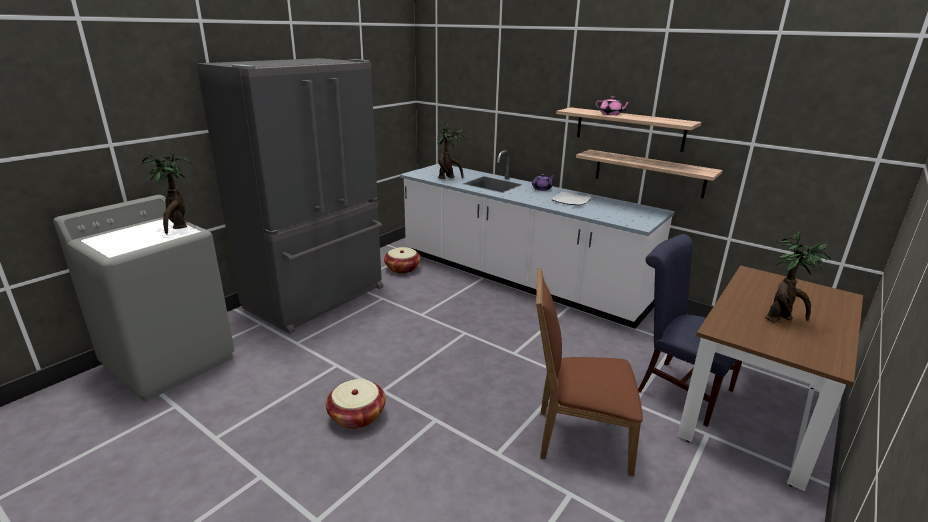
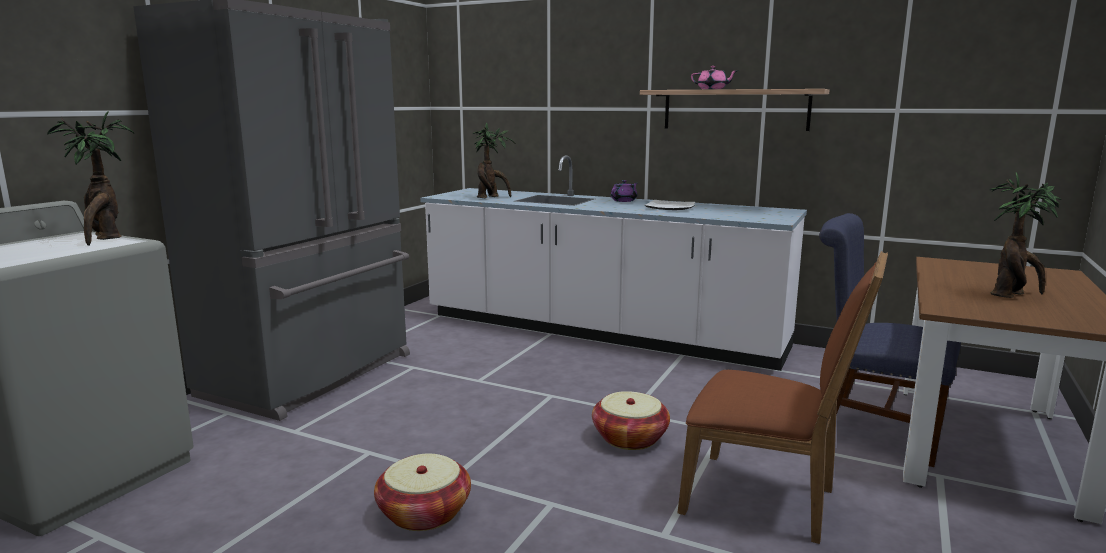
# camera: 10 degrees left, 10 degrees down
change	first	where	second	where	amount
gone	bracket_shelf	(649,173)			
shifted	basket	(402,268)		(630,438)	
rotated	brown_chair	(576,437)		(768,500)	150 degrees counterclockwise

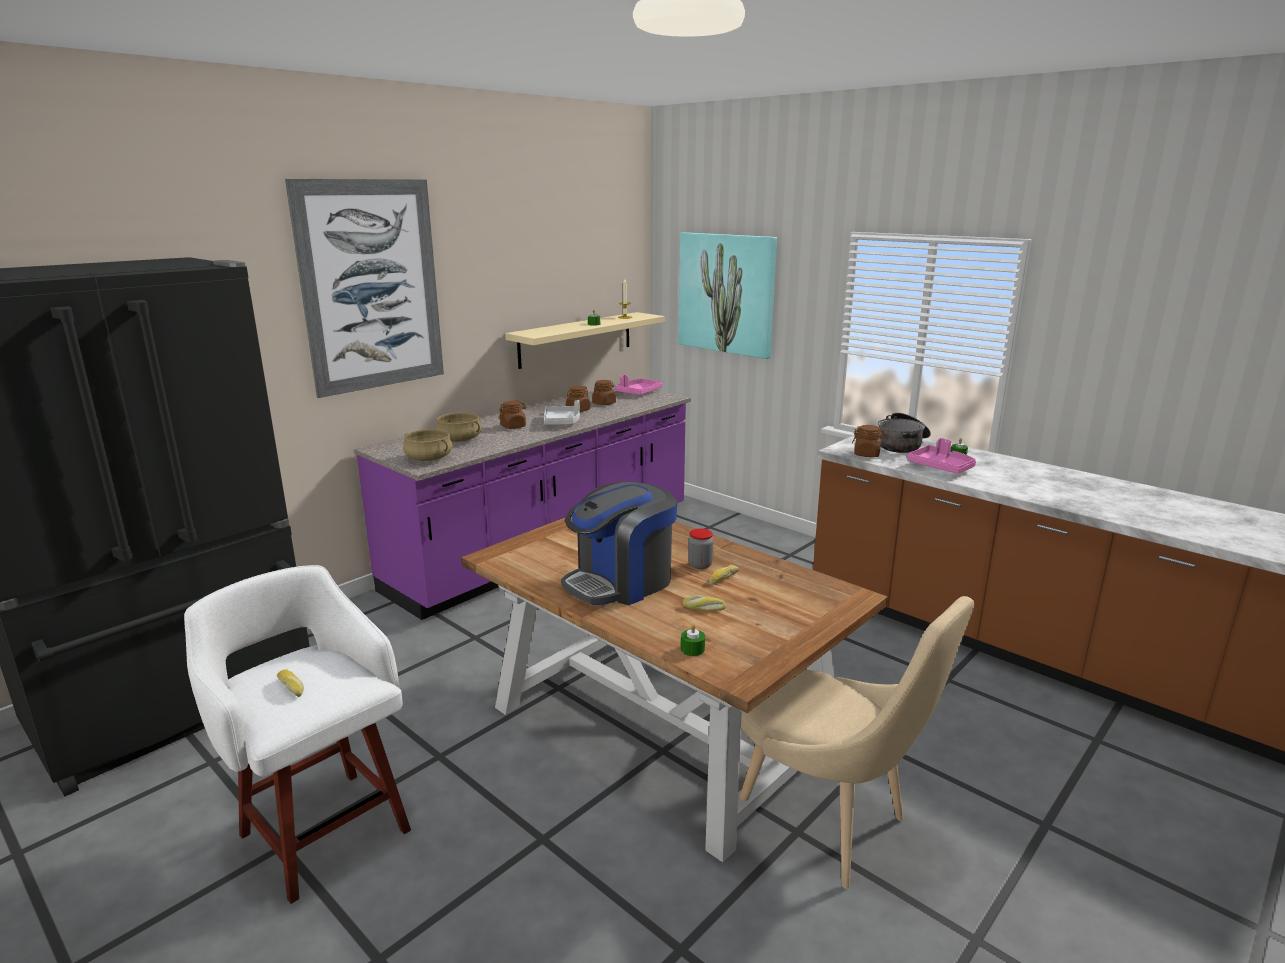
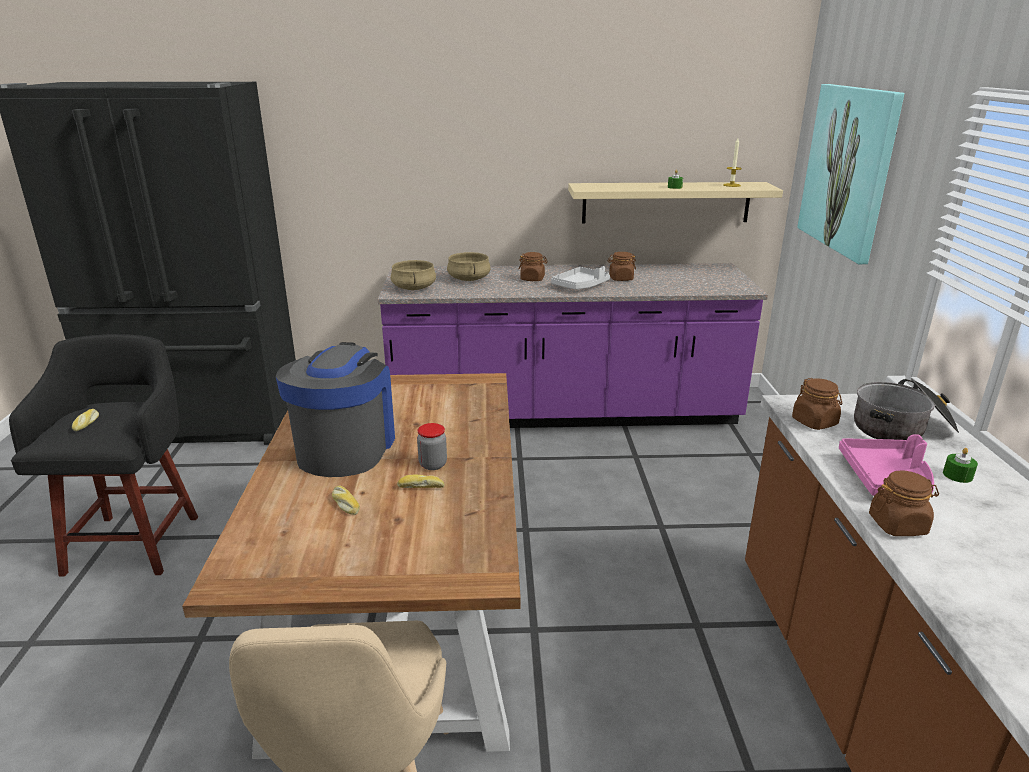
# camera: 45 degrees right, 5 degrees up
change	first	where	second	where	amount
gone	picture	(371,286)			
gone	pink_tray	(638,392)			
gone	greenish_wax_candle	(692,649)			
shifted	brown_preserve_jar	(604,403)		(898,525)	
repainted	whitish_sitting_stool	(322,829)	black-coloured_sitting_stool	(135,541)	
rotated	coffee_machine	(621,582)		(345,448)	90 degrees clockwise

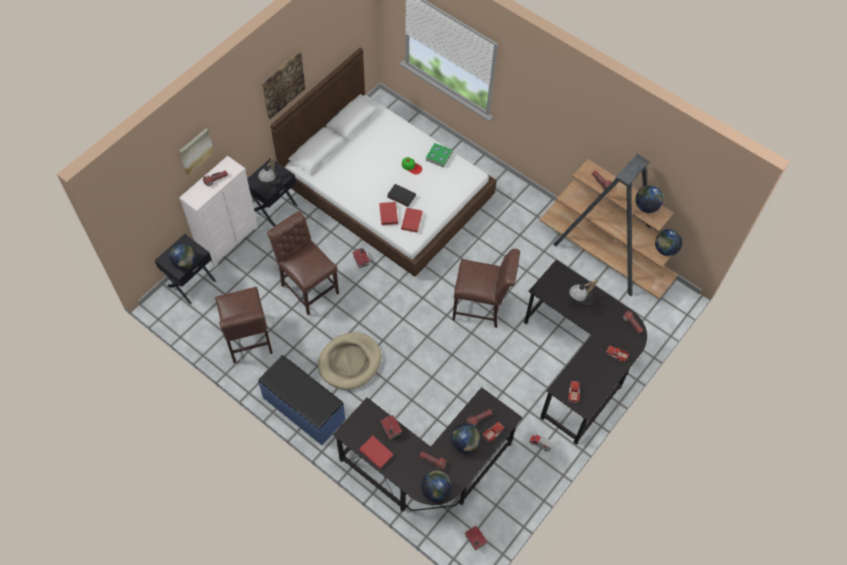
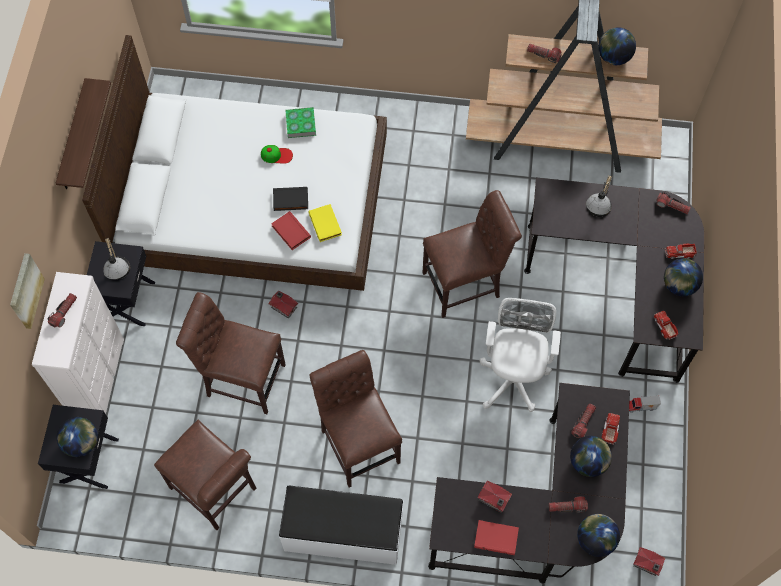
# camera: 30 degrees left, 5 degrees up
change	first	where	second	where	amount
new			whitish_computer_chair	(513,376)	
shifted	globe	(665,249)		(678,285)	
swapped	picture	(283,85)	bracket_shelf	(73,138)	
swapped	sand-coloured_dog_cushion	(350,362)	brown_chair	(358,442)	
repainted	blue_long_seat	(303,409)	whitish_long_seat	(343,534)	
repainted	red_bound_book	(412,221)	yellow_bound_book	(326,224)	

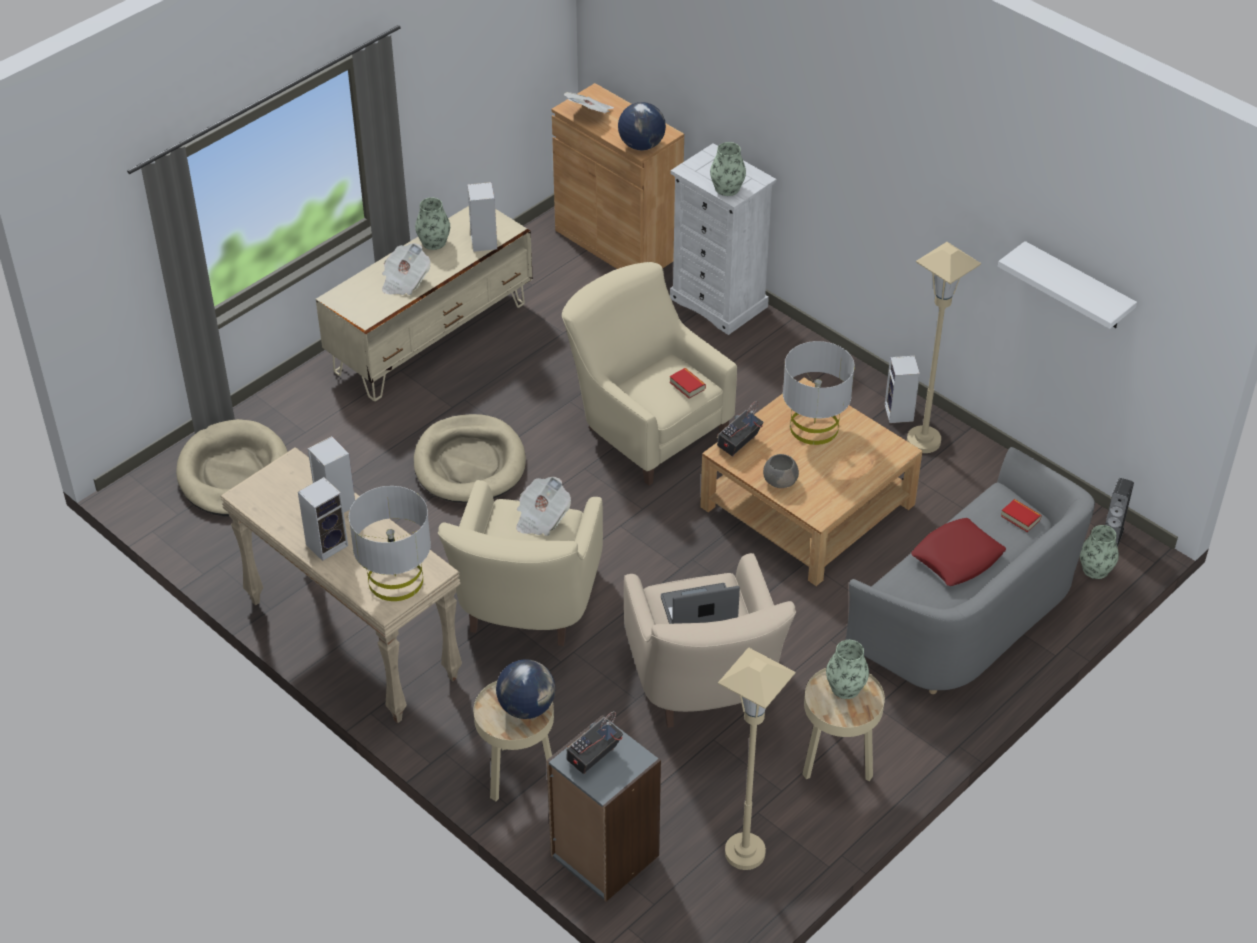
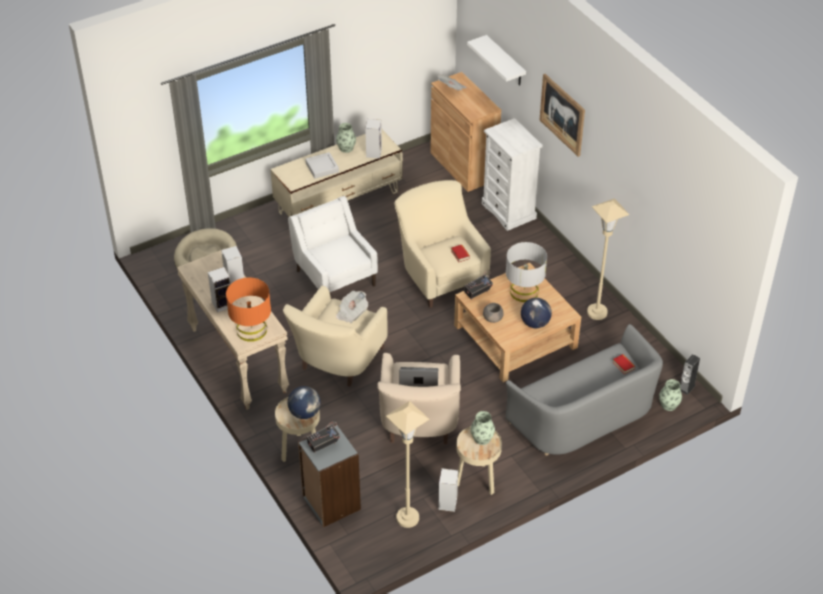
# camera: 15 degrees right, 0 degrees up
change	first	where	second	where	amount
gone	decorative_vase	(727,188)			
gone	red_cushion	(957,558)			
new			picture	(562,114)	
shifted	globe	(641,145)		(535,323)	
shifted	speaker	(899,414)		(448,504)	
shifted	whitish_bracket_shelf	(1077,287)		(505,62)	
swapped	printed_paper	(404,281)	greyish_tray	(322,167)	
swapped	sand-coloured_dog_cushion	(469,463)	whitish_easy_chair	(335,277)	
repainted	greyish_table_lamp	(395,580)	orangey_table_lamp	(251,330)	

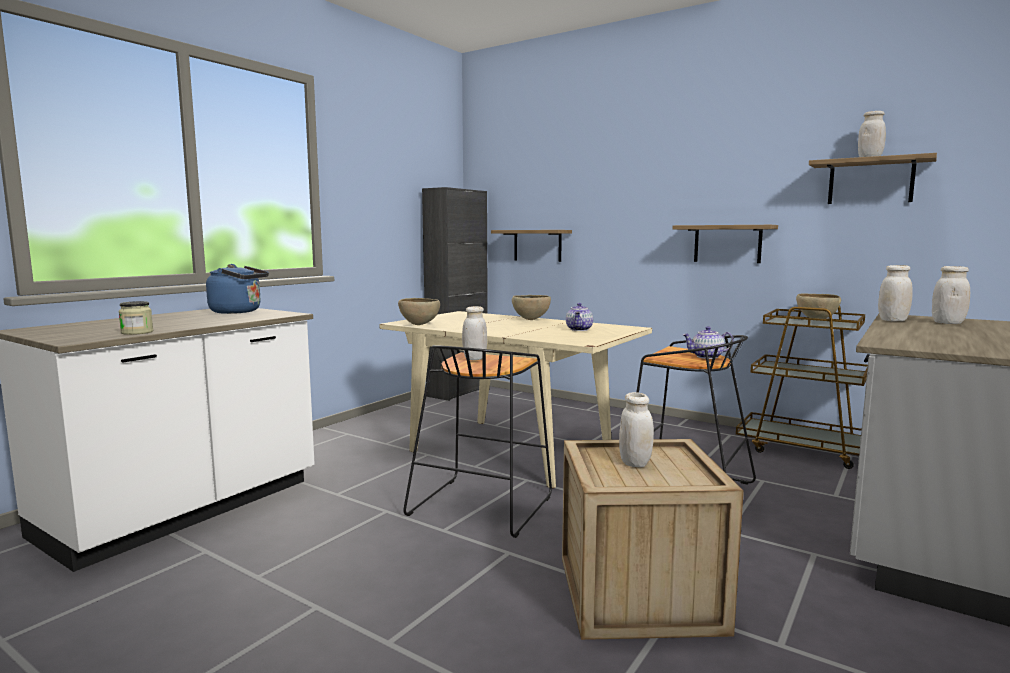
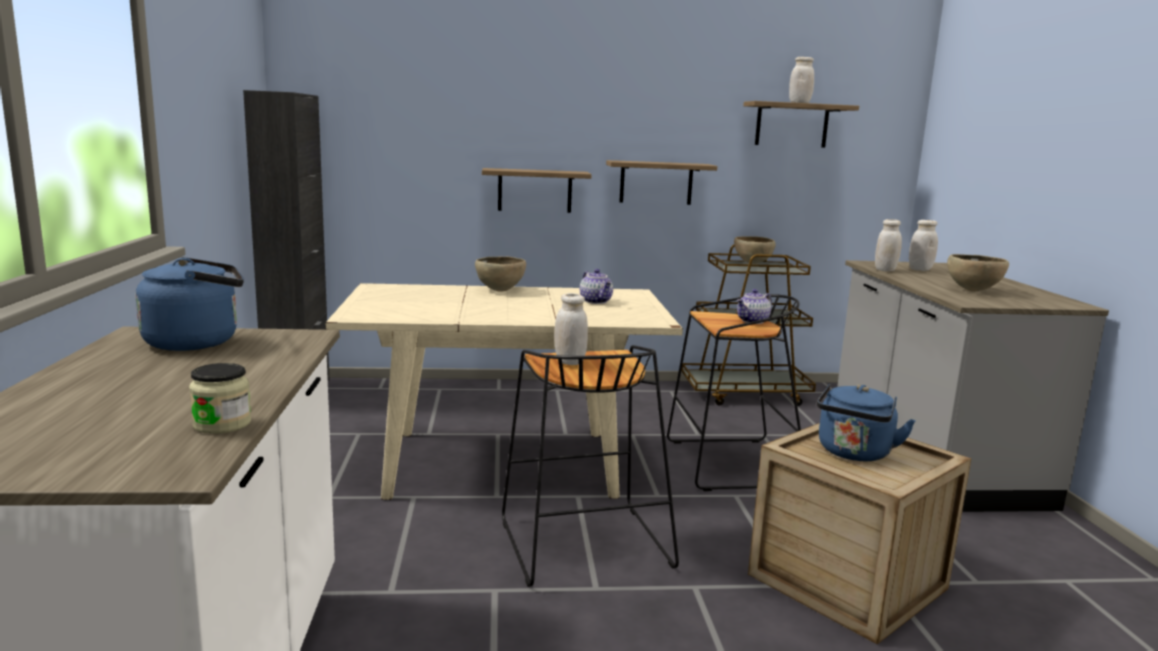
# camera: 40 degrees left, 5 degrees up
change	first	where	second	where	amount
shifted	brown_deep_dish	(419,325)		(973,291)	
shifted	bracket_shelf	(537,245)		(535,190)	
swapped	whitish_preserve_jar	(635,463)	blue_water_kettle	(853,454)	

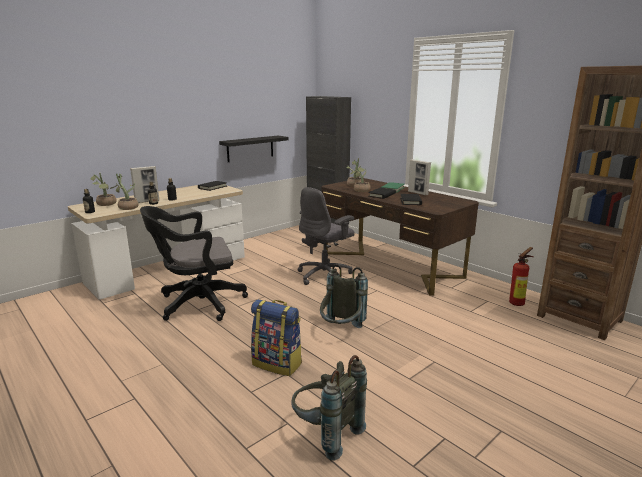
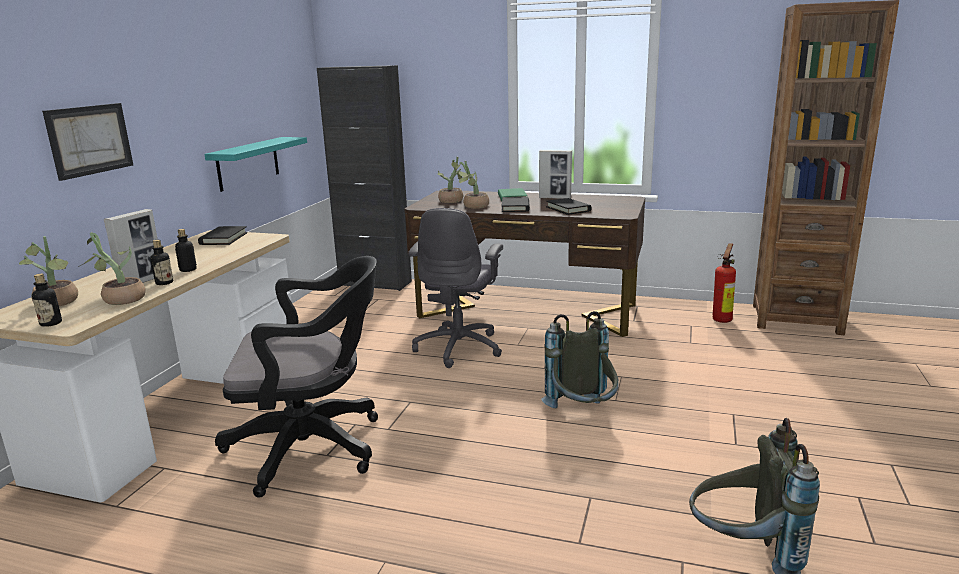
# camera: 30 degrees left, 0 degrees up
change	first	where	second	where	amount
gone	rucksack	(278,363)			
new			picture	(90,140)	
repainted	black-coloured_bracket_shelf	(250,148)	blue-green_bracket_shelf	(248,163)	
rotated	black-coloured_computer_chair	(197,304)		(314,447)	135 degrees counterclockwise

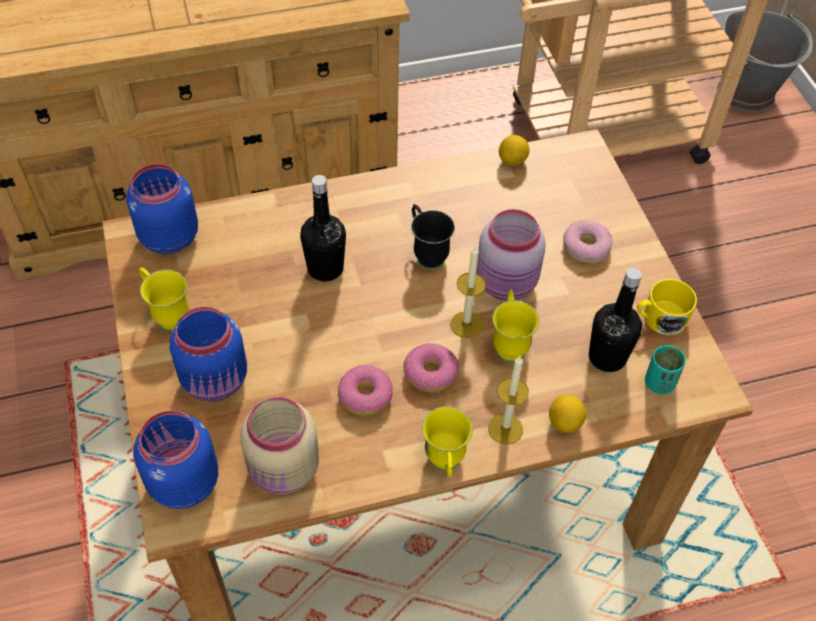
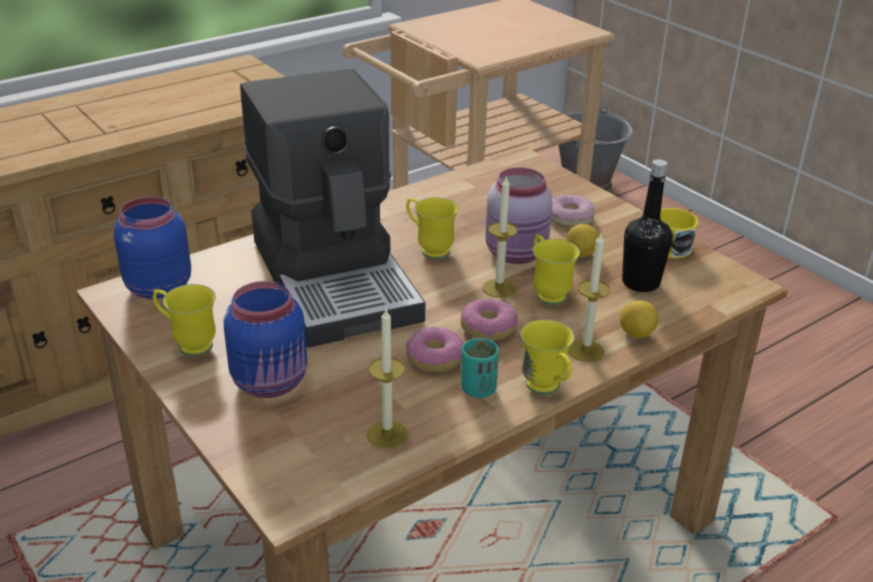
# camera: 20 degrees left, 20 degrees down
change	first	where	second	where	amount
gone	blue_preserve_jar	(182,483)			
shifted	whole_lemon	(512,161)		(581,254)	
shifted	blue-green_drinking_cup	(659,383)		(478,389)	
swapped	sand-coloured_preserve_jar	(284,471)	wax_candle	(387,434)	
swapped	black-coloured_drink_bottle	(325,268)	coffee_machine	(337,278)	
repainted	black-coloured_mug	(426,253)	yellow_mug	(429,249)	

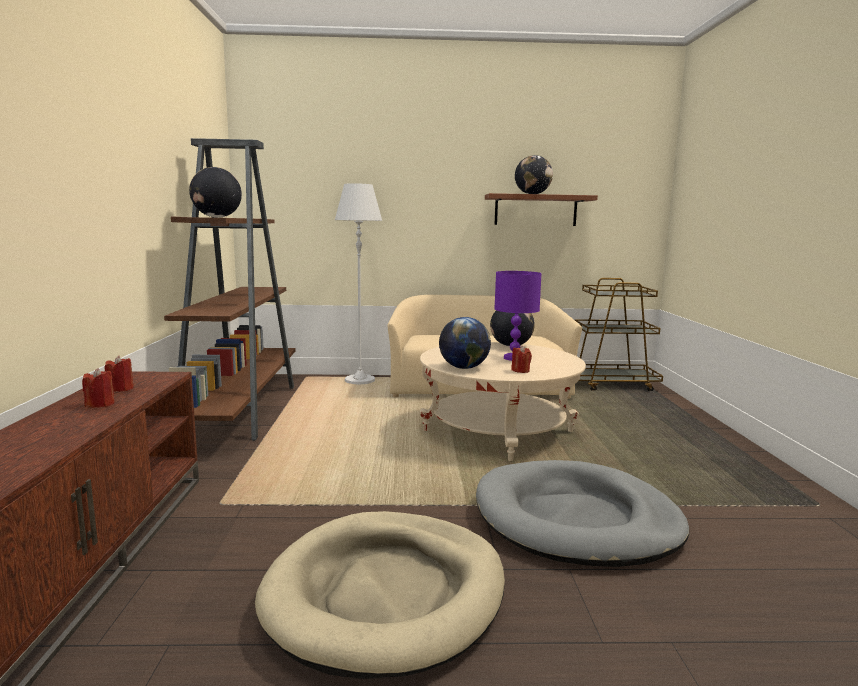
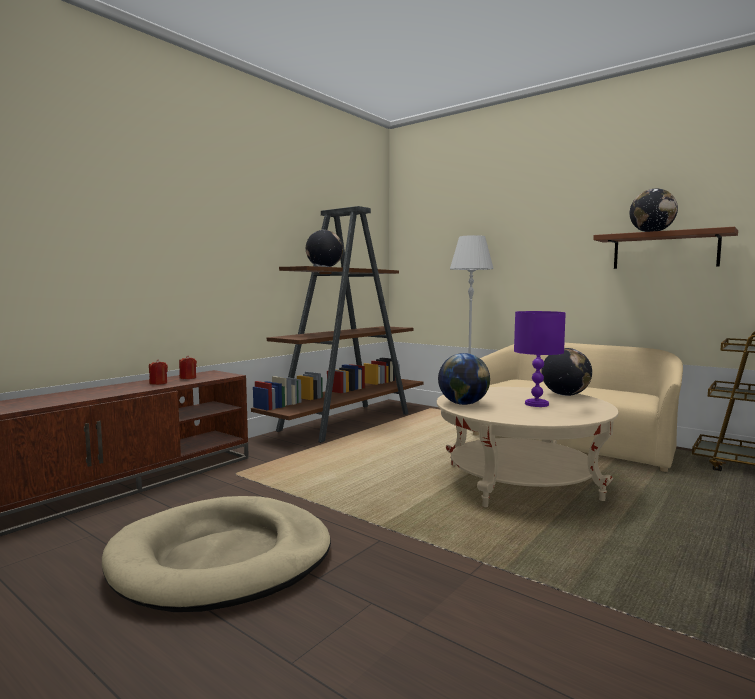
# camera: 40 degrees right, 5 degrees down
change	first	where	second	where	amount
gone	greyish_dog_cushion	(576,519)			
gone	red_wax_candle	(520,370)			

